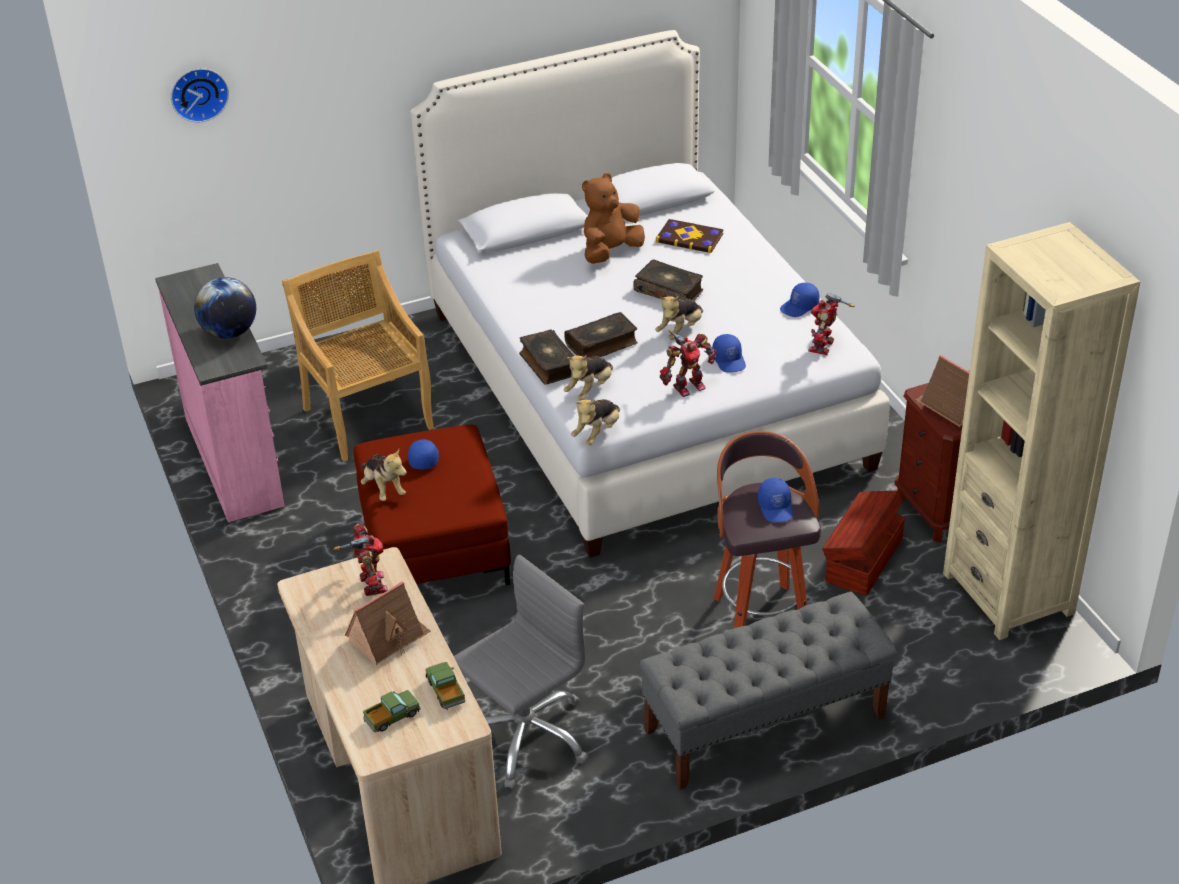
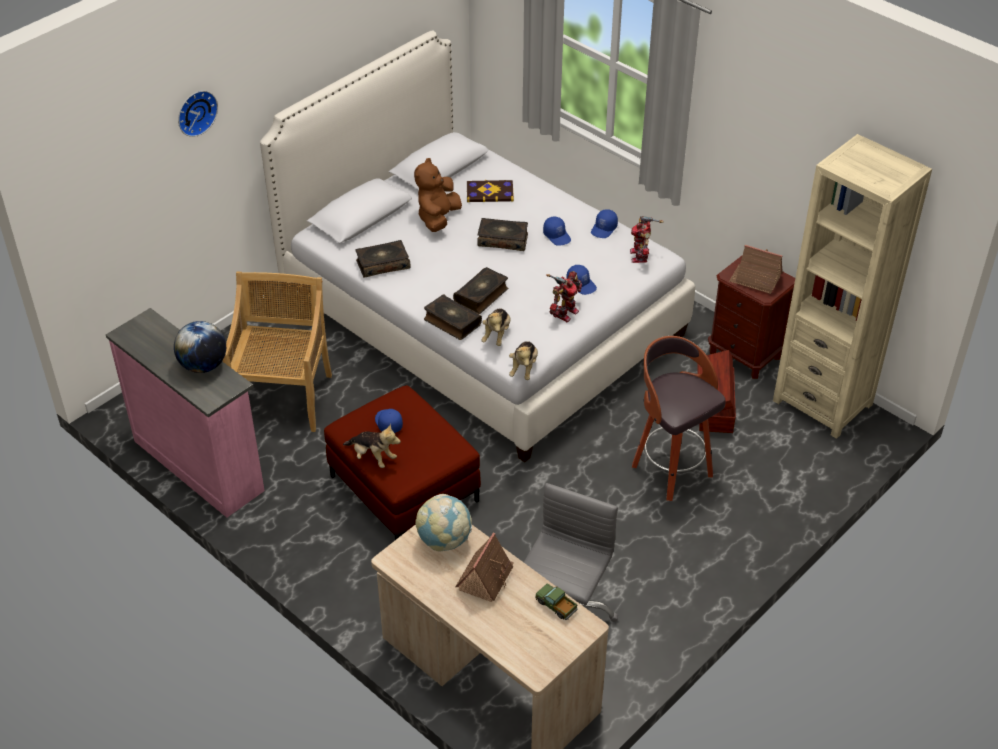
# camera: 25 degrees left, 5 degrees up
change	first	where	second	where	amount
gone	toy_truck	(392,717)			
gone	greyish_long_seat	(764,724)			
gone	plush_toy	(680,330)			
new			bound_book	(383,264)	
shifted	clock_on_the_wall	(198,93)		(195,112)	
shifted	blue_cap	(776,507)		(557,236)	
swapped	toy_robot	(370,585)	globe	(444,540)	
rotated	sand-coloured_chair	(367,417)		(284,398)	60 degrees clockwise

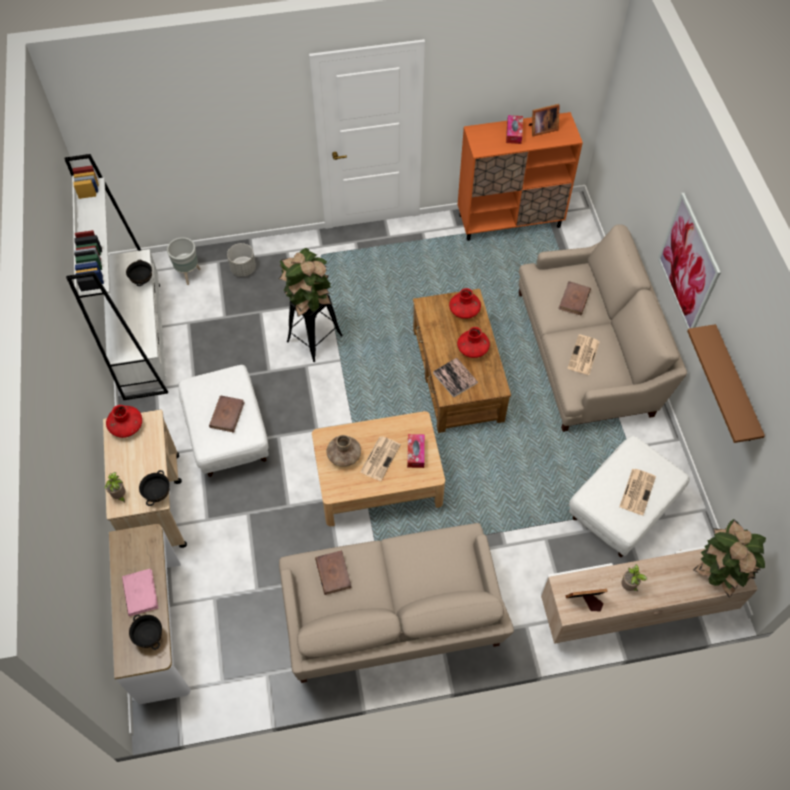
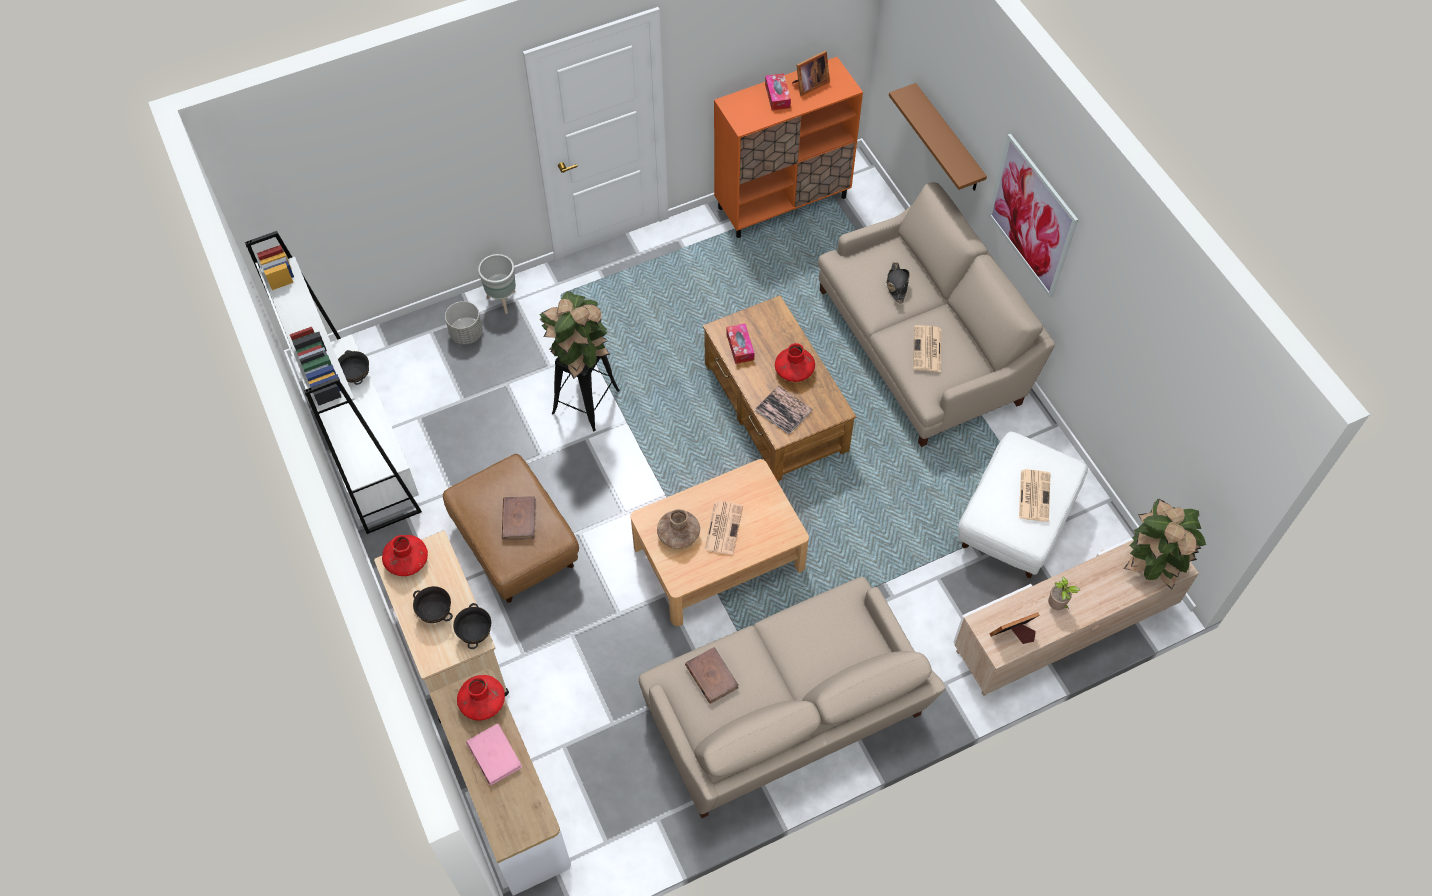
# camera: 15 degrees left, 0 degrees up
change	first	where	second	where	amount
gone	houseplant	(120,496)			
shifted	black-coloured_deep_dish	(149,637)		(435,613)	
shifted	greyish_plant_pot	(188,274)		(502,300)	
shifted	tissue_holder	(415,453)		(740,347)	
shifted	red_decorative_vase	(464,310)		(482,702)	
shifted	brown_bracket_shelf	(734,386)		(948,140)	
swapped	brown_bound_book	(574,300)	black-coloured_hat	(897,285)	
repainted	whitish_ottoman	(227,434)	brown_ottoman	(515,545)	

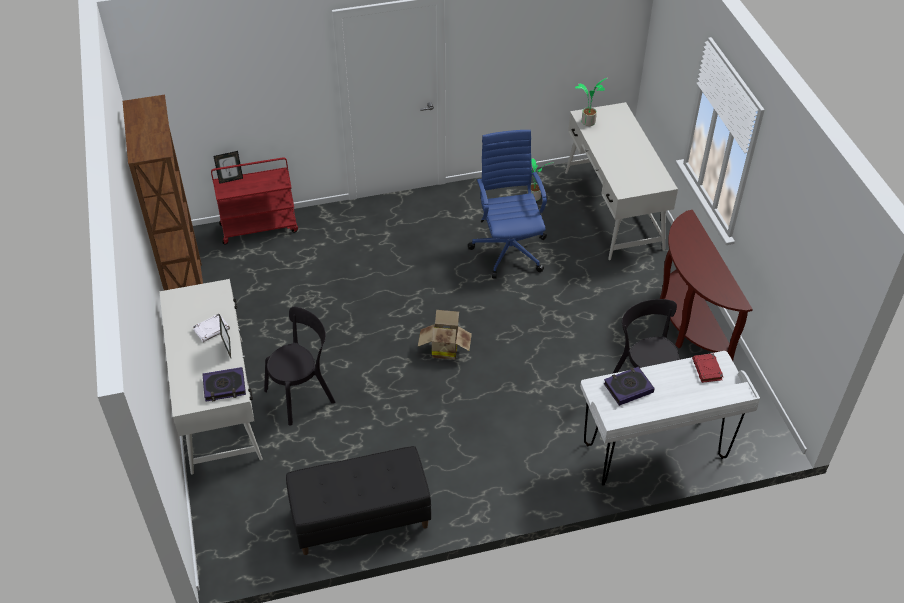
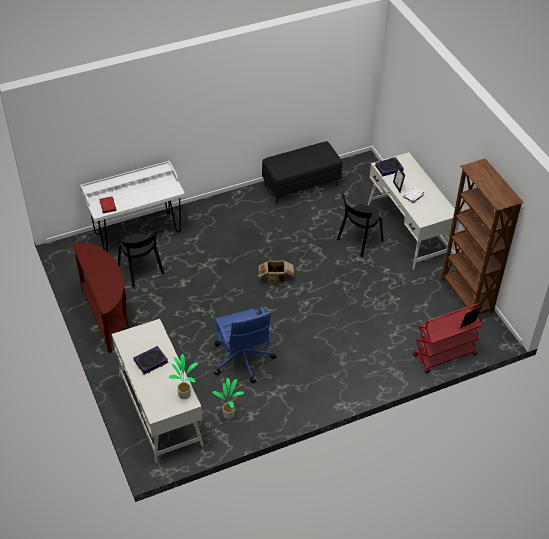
# camera: 170 degrees right, 0 degrees up
change	first	where	second	where	amount
shifted	bound_book	(628,388)		(151,362)	

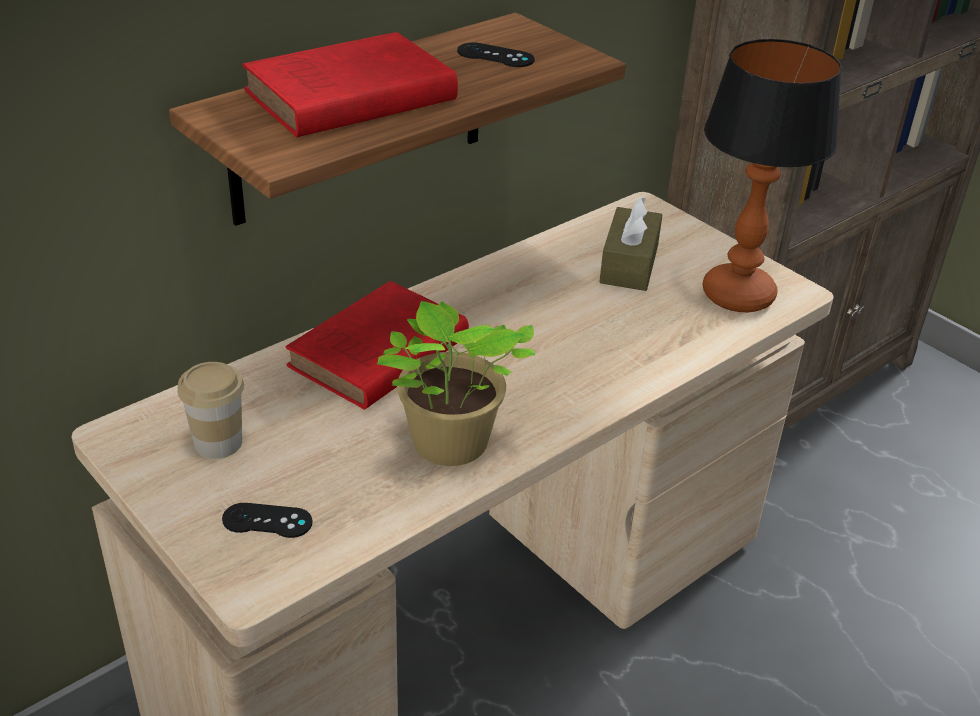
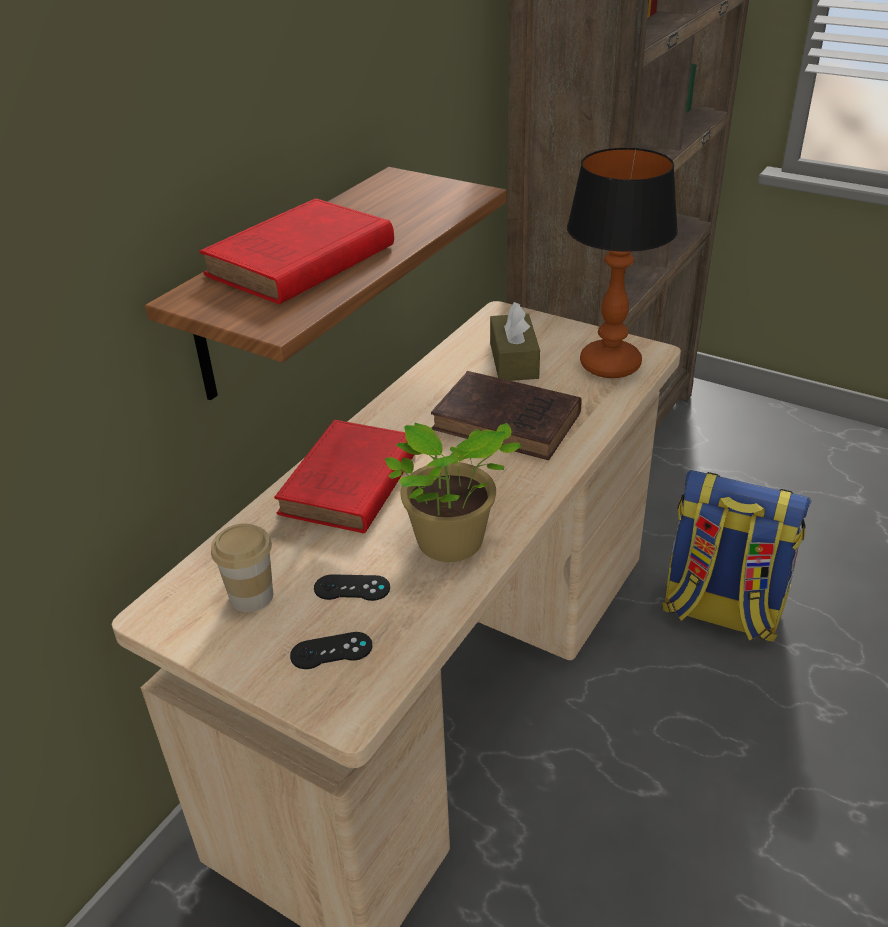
# camera: 15 degrees left, 0 degrees up
change	first	where	second	where	amount
new			brown_bound_book	(510,422)	
new			rucksack	(720,611)	
shifted	black-coloured_gamepad	(495,56)		(352,588)	

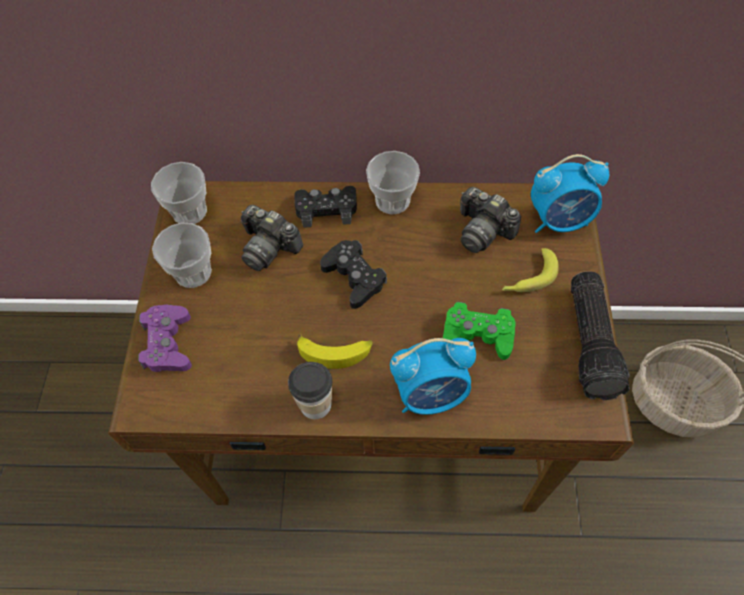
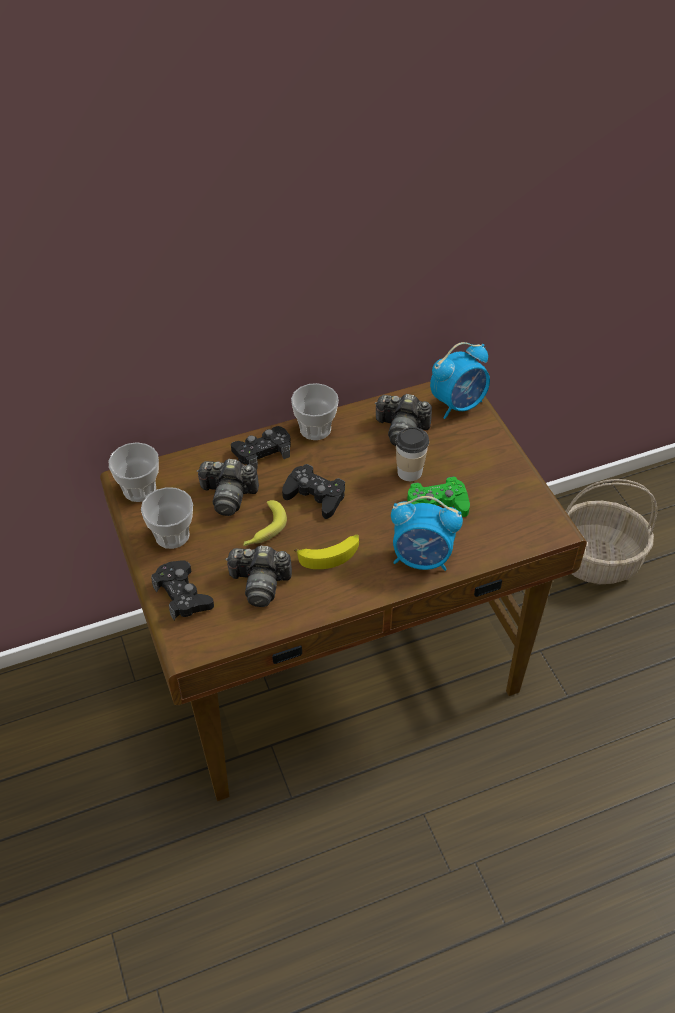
# camera: 25 degrees left, 10 degrees down
change	first	where	second	where	amount
gone	flashlight	(593,343)			
new			still_camera	(260,583)	
shifted	drinking_cup	(315,404)		(409,472)	
shifted	banana_fruit	(528,278)		(263,530)	
repainted	purplish_gamepad	(168,343)	black-coloured_gamepad	(182,595)	
rotated	bedside_clock	(431,394)		(422,559)	45 degrees clockwise

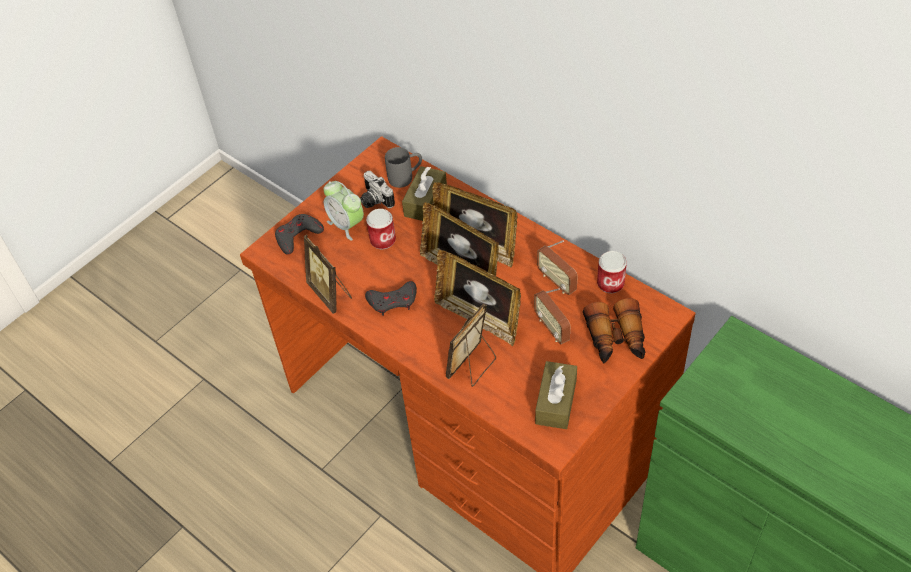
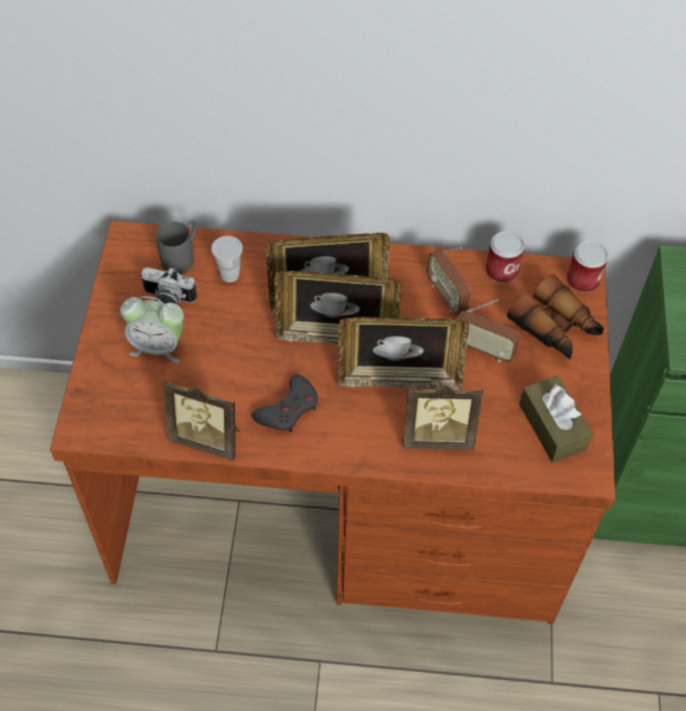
# camera: 40 degrees left, 5 degrees up
change	first	where	second	where	amount
gone	greyish_gamepad	(298,236)			
shifted	sealed_can	(383,240)		(582,280)	
swapped	brown_tissue_holder	(425,201)	whitish_drinking_cup	(229,274)	
rotated	photo_frame	(473,366)		(437,436)	90 degrees counterclockwise
rotated	radio_receiver	(557,281)		(447,295)	45 degrees clockwise

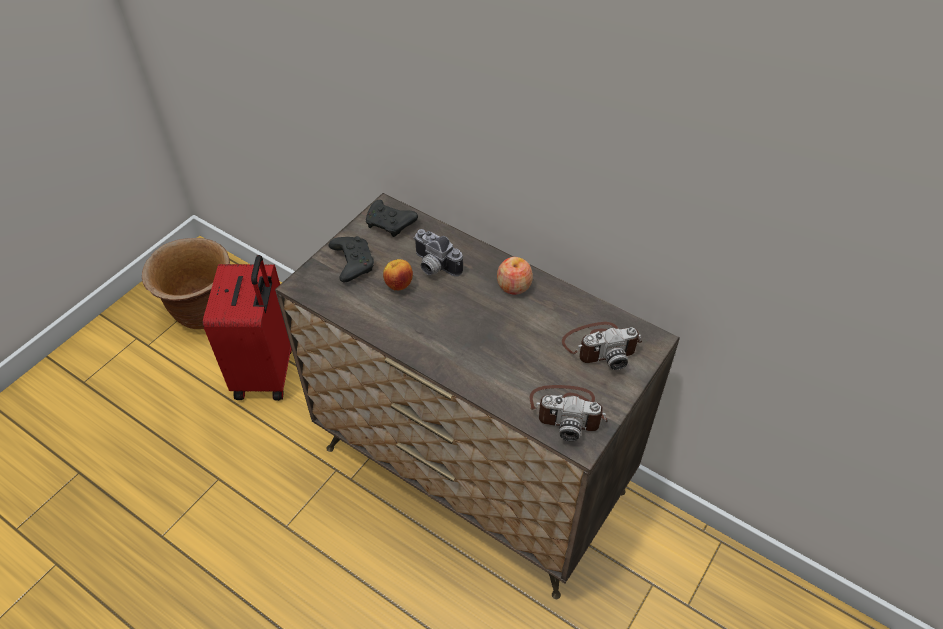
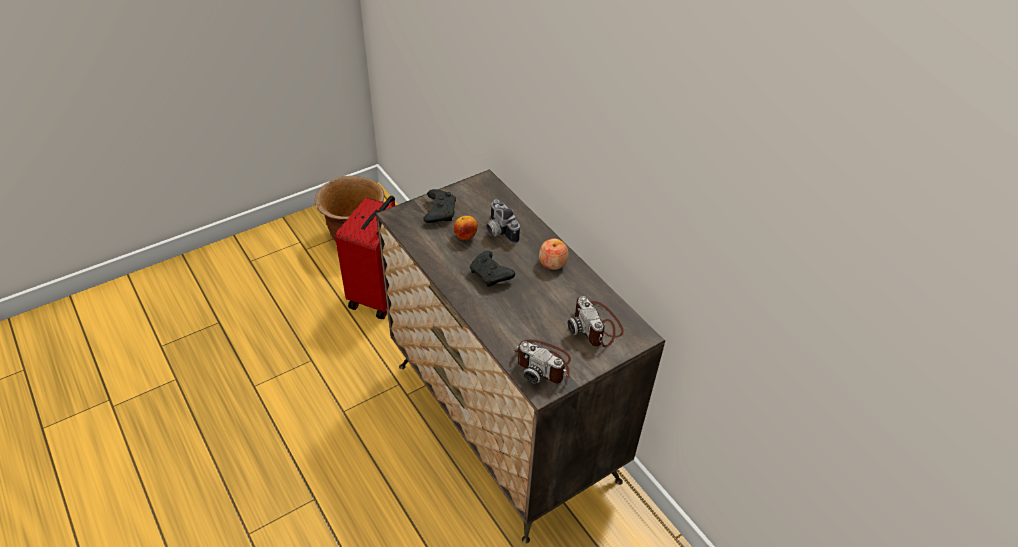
# camera: 20 degrees right, 5 degrees down
change	first	where	second	where	amount
shifted	black-coloured_gamepad	(390,224)		(491,275)	
rotated	still_camera	(600,346)		(596,326)	60 degrees clockwise

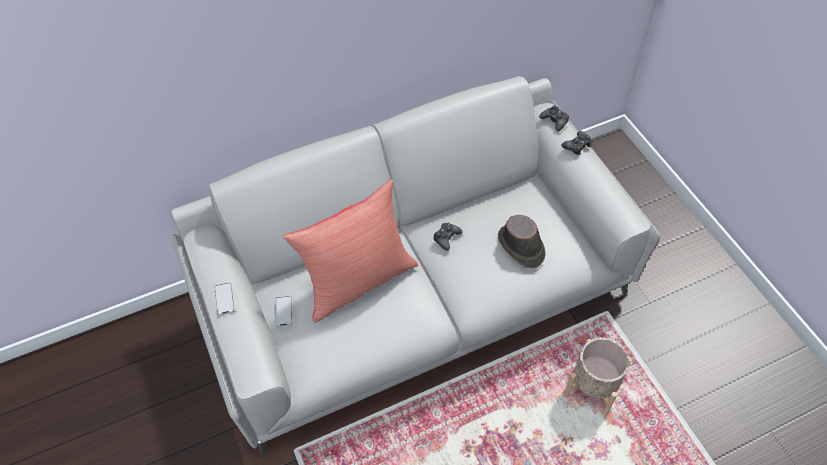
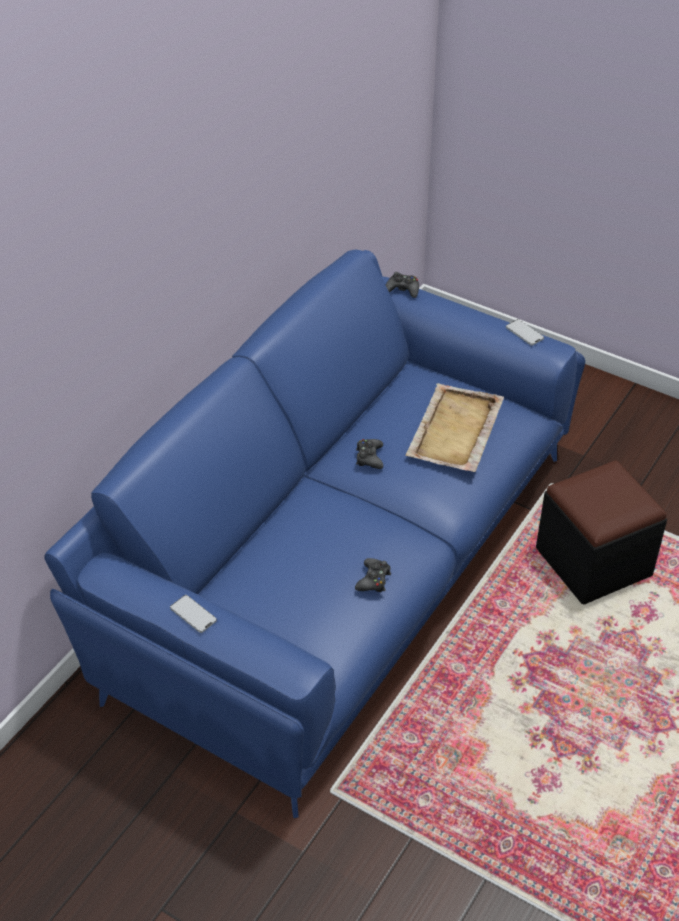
# camera: 35 degrees left, 10 degrees down
change	first	where	second	where	amount
gone	red_cushion	(358,280)			
shifted	telephone	(283,311)		(524,333)	
shifted	black-coloured_gamepad	(577,146)		(373,580)	
swapped	brown_hat	(521,247)	sand-coloured_tray	(454,431)	
swapped	sand-coloured_plant_pot	(592,388)	black-coloured_ottoman	(593,561)	
repainted	greyish_couch	(417,296)	blue_couch	(339,566)	

